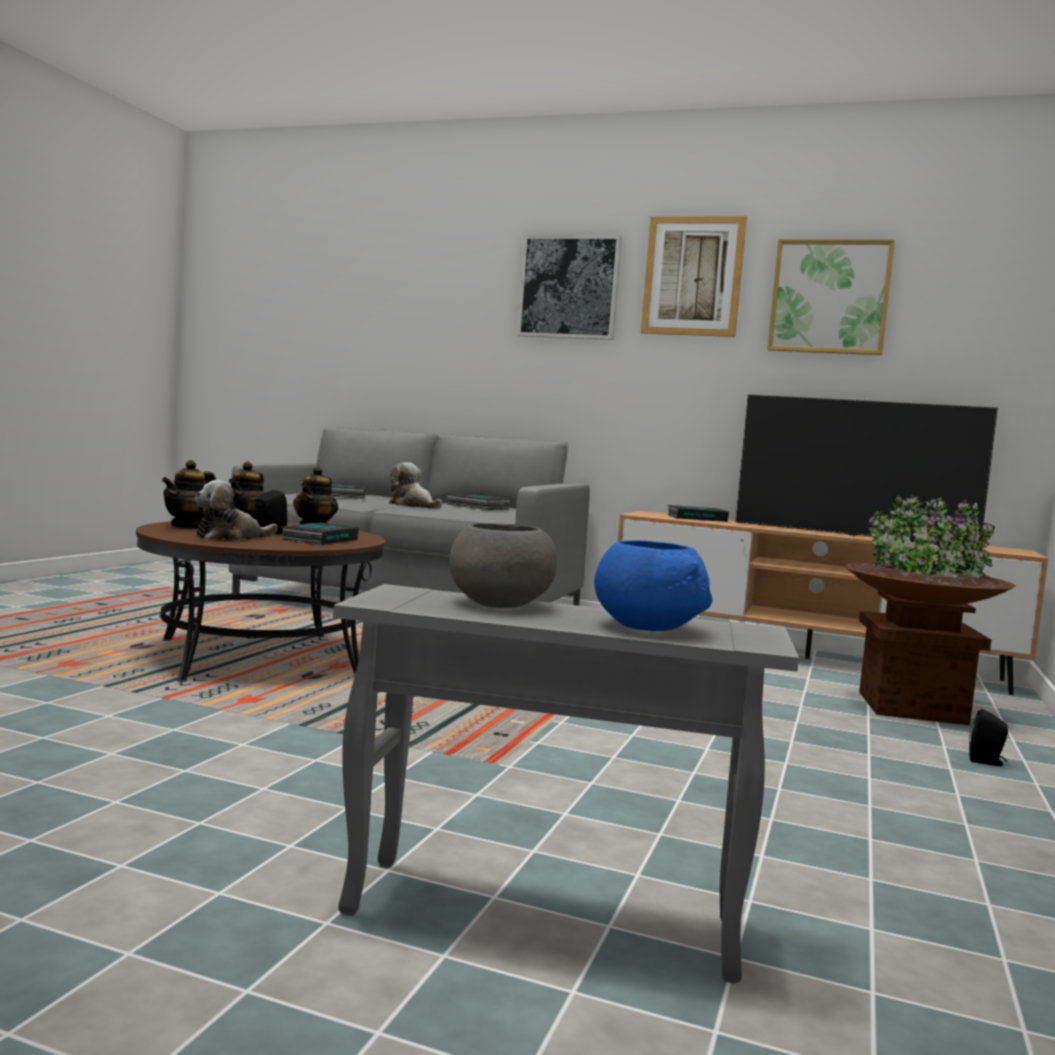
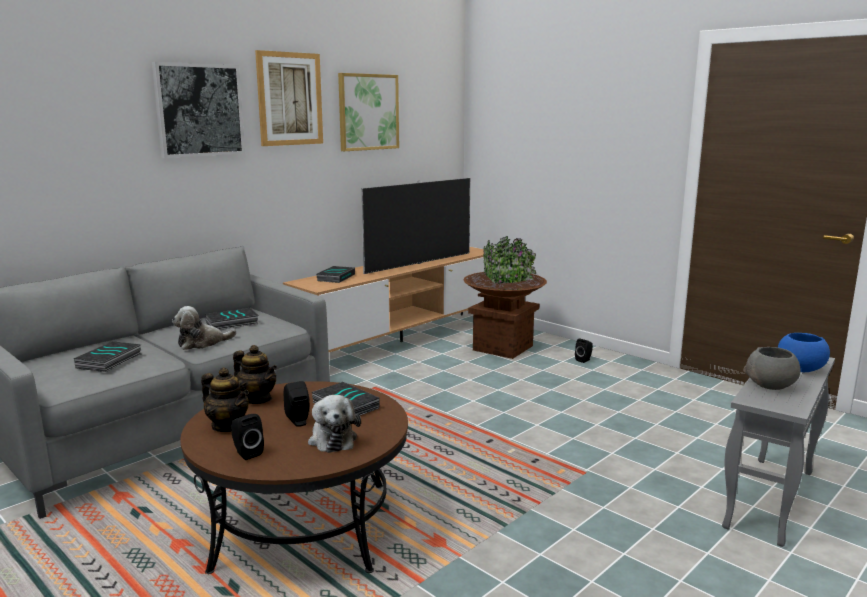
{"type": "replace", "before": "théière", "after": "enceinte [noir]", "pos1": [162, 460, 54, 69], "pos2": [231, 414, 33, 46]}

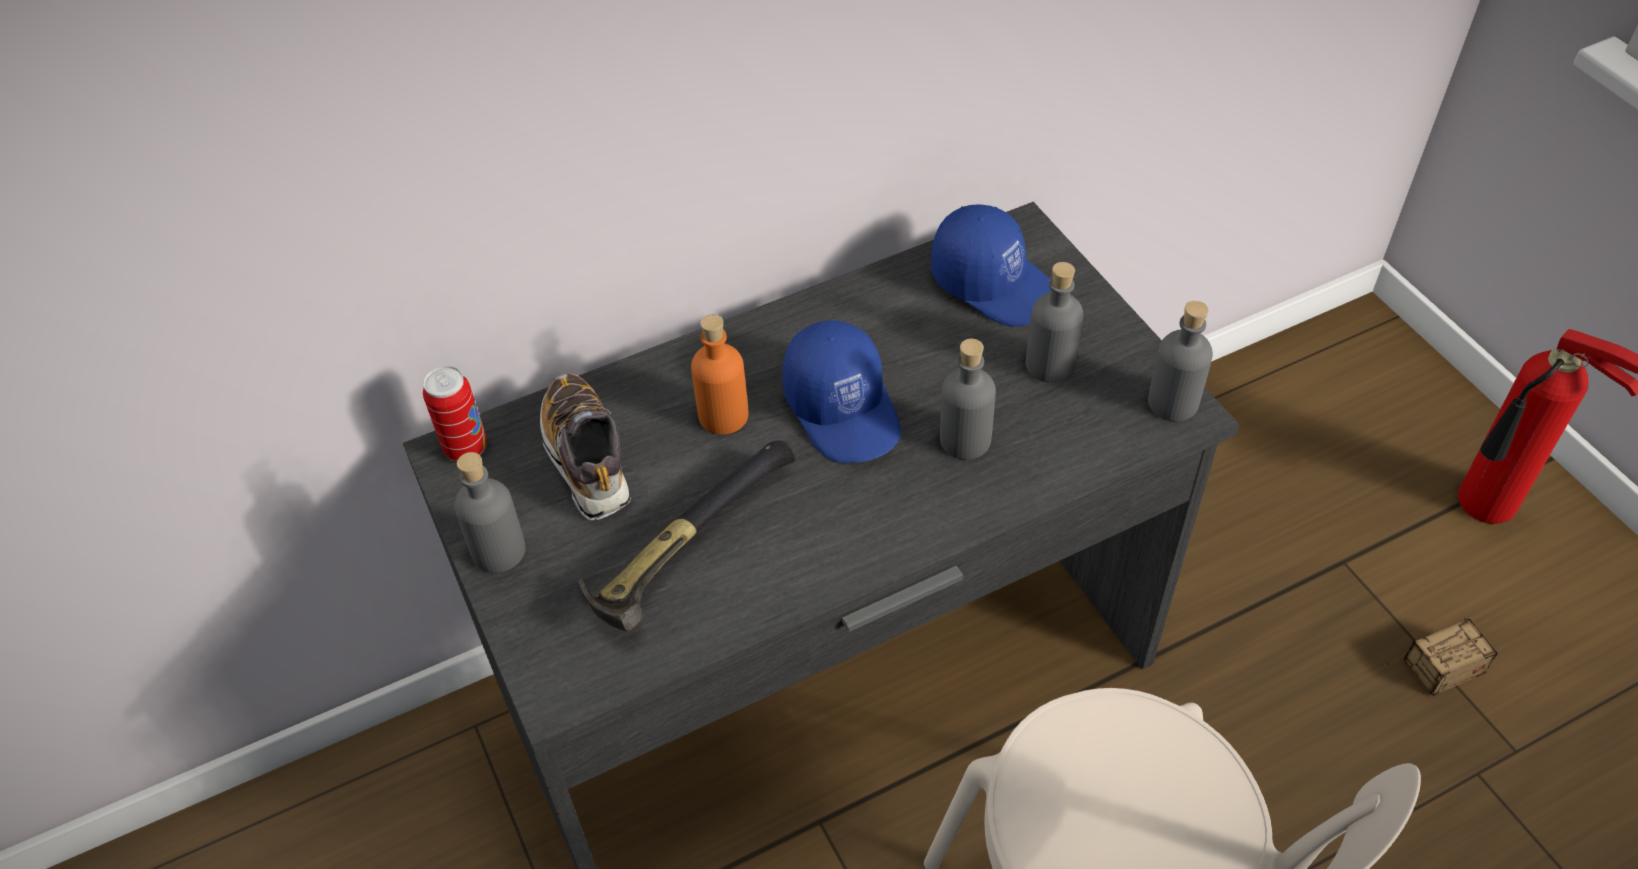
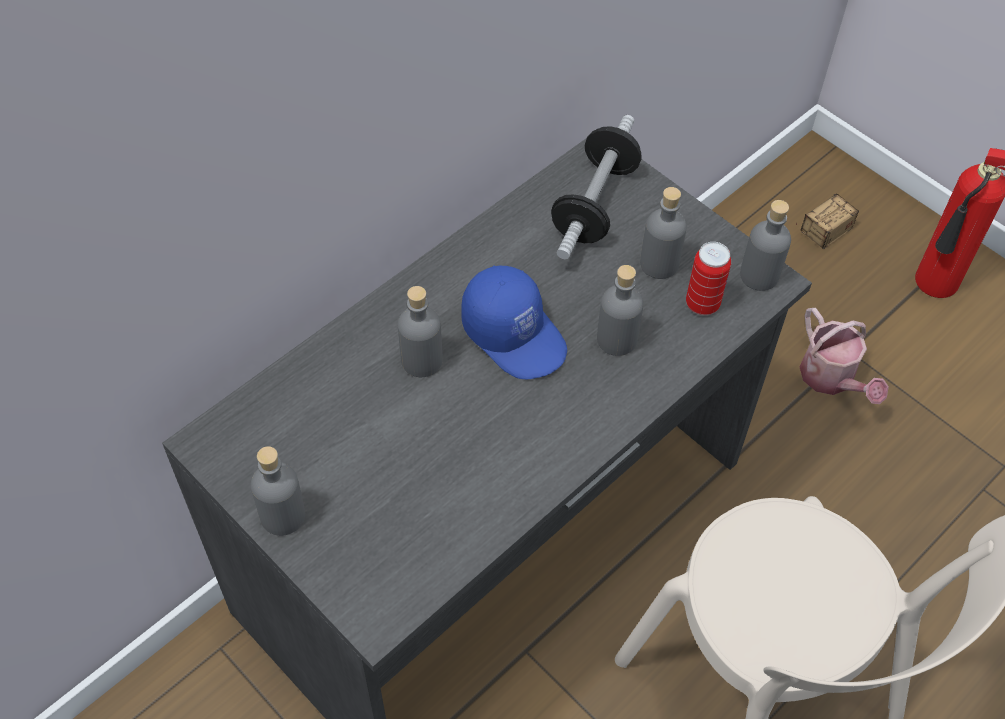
{"type": "recolor", "before": "bouteille [orange]", "after": "bouteille [gris]", "pos1": [691, 314, 58, 121], "pos2": [398, 286, 44, 91]}
{"type": "replace", "before": "casquette [bleu]", "after": "haltère", "pos1": [931, 204, 120, 123], "pos2": [551, 115, 91, 144]}
{"type": "move", "before": "boîte métallique", "pos1": [423, 366, 64, 95], "pos2": [686, 242, 45, 73]}
{"type": "move", "before": "boîte de rangement", "pos1": [1382, 618, 116, 78], "pos2": [796, 193, 63, 56]}
{"type": "insert", "after": "arrosoir", "pos2": [799, 308, 90, 96]}
{"type": "delete", "before": "chaussure", "pos1": [540, 374, 91, 146]}
{"type": "delete", "before": "marteau", "pos1": [576, 441, 220, 191]}

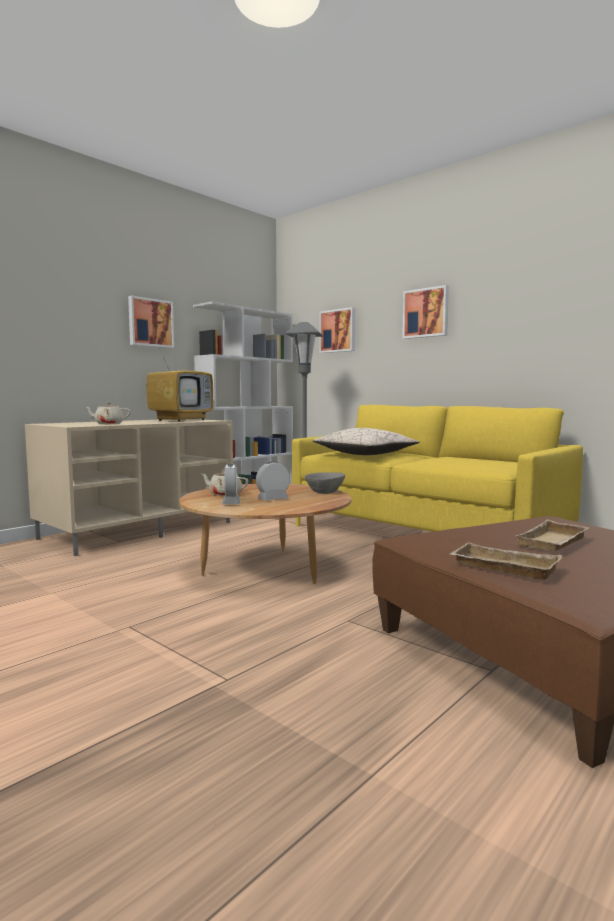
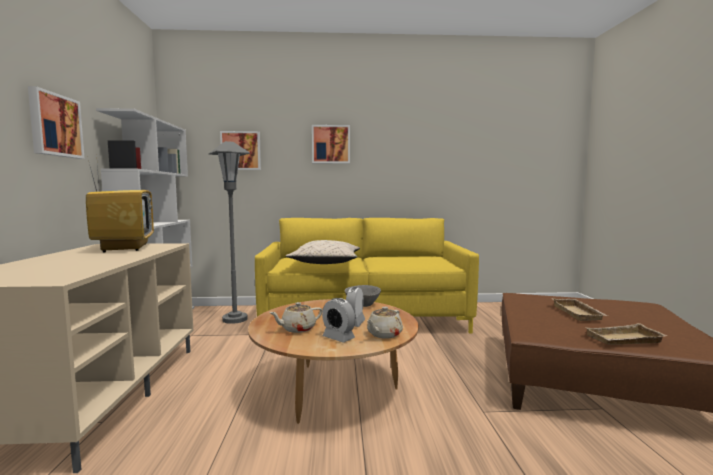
{"type": "move", "before": "théière [beige]", "pos1": [85, 402, 46, 22], "pos2": [367, 307, 36, 32]}

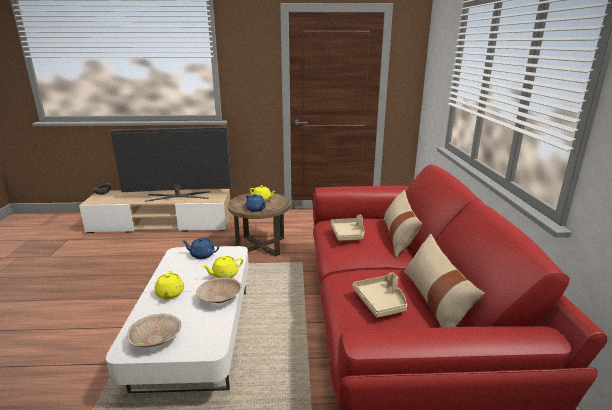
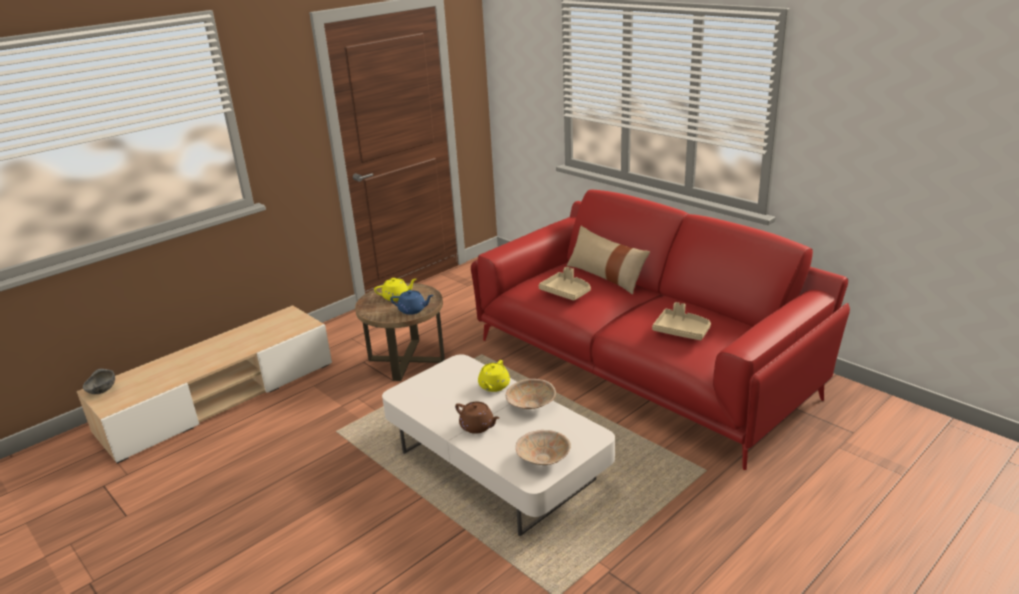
{"type": "recolor", "before": "théière [jaune]", "after": "théière [marron]", "pos1": [154, 271, 30, 28], "pos2": [455, 402, 44, 32]}
{"type": "delete", "before": "téléviseur", "pos1": [110, 127, 122, 75]}
{"type": "delete", "before": "théière [bleu]", "pos1": [182, 238, 37, 21]}
{"type": "delete", "before": "coussin [beige]", "pos1": [404, 234, 80, 93]}

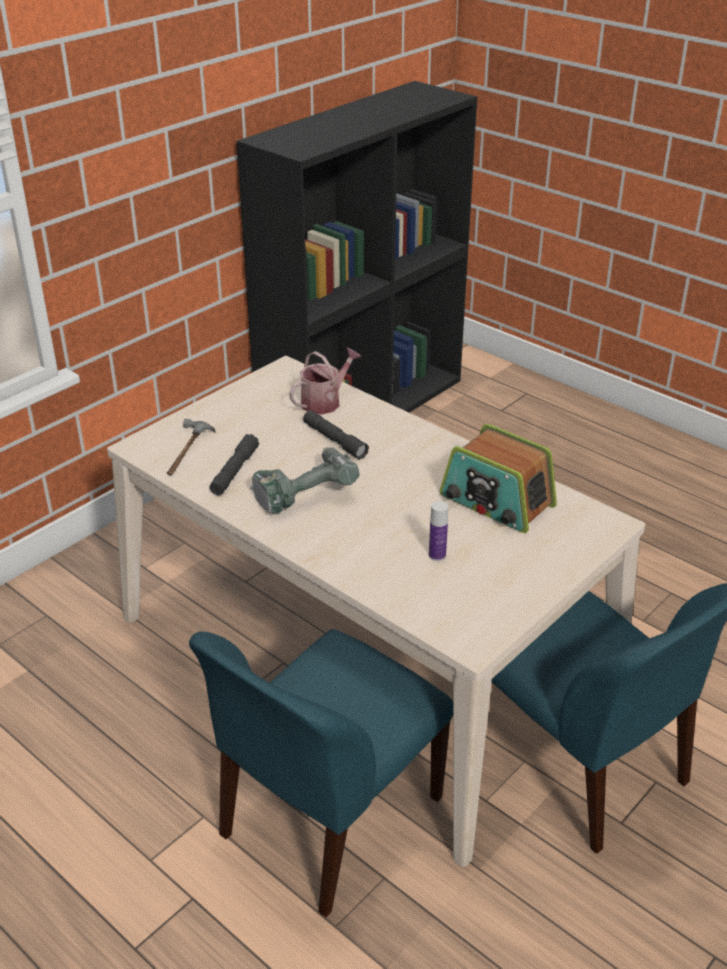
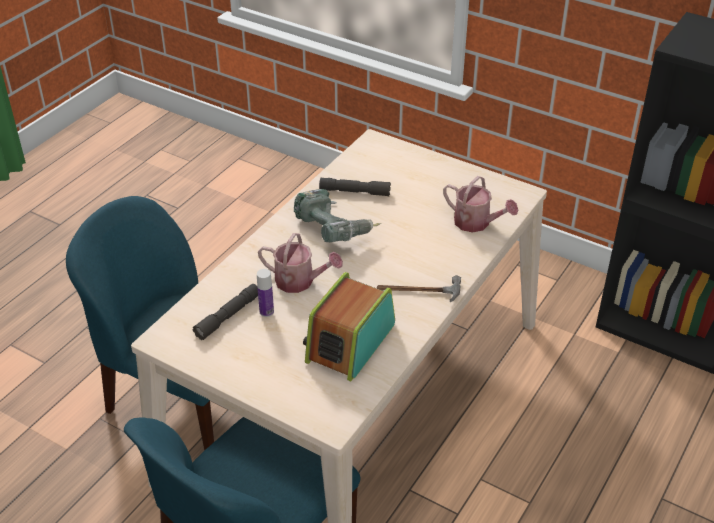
{"type": "move", "before": "lampe de poche [gris]", "pos1": [303, 410, 66, 49], "pos2": [193, 284, 65, 56]}
{"type": "insert", "after": "arrosoir", "pos2": [258, 233, 85, 60]}
{"type": "move", "before": "marteau", "pos1": [167, 419, 49, 56], "pos2": [377, 275, 84, 27]}

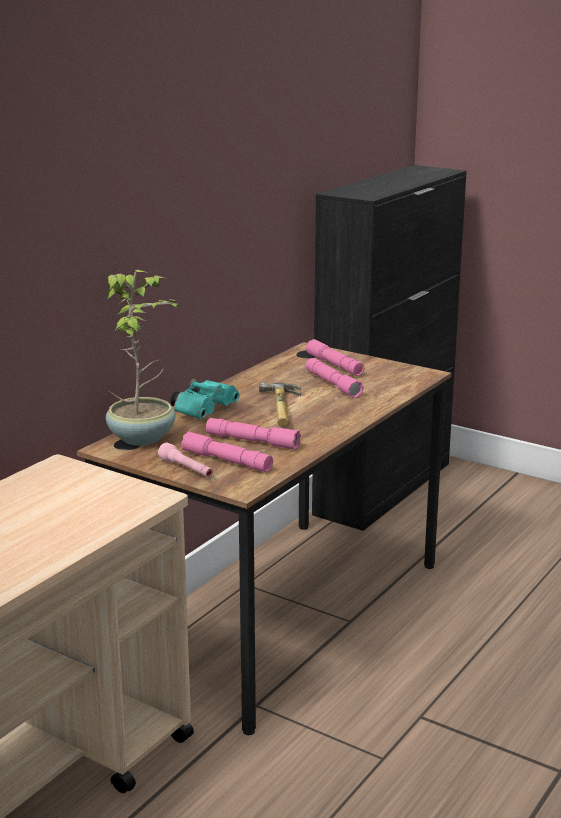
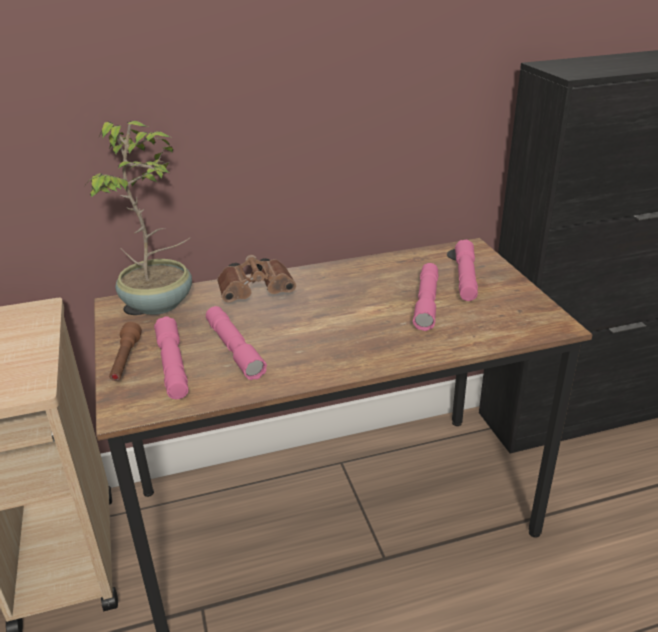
{"type": "recolor", "before": "lampe de poche [rose]", "after": "lampe de poche [marron]", "pos1": [158, 443, 55, 34], "pos2": [109, 322, 33, 59]}
{"type": "recolor", "before": "jumelles [turquoise]", "after": "jumelles [marron]", "pos1": [170, 379, 70, 40], "pos2": [217, 255, 79, 48]}
{"type": "delete", "before": "marteau", "pos1": [259, 382, 42, 44]}

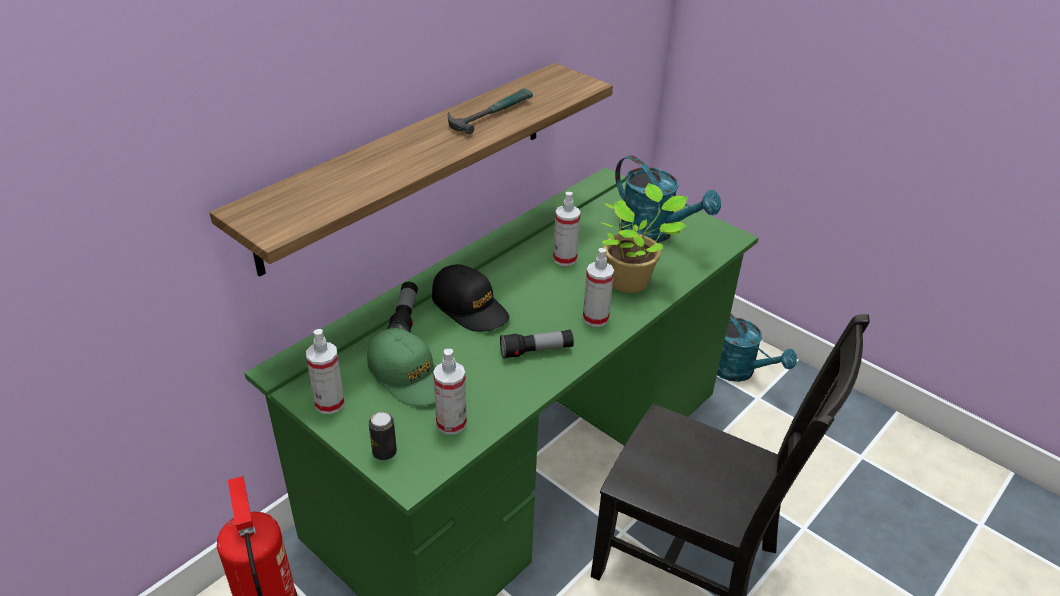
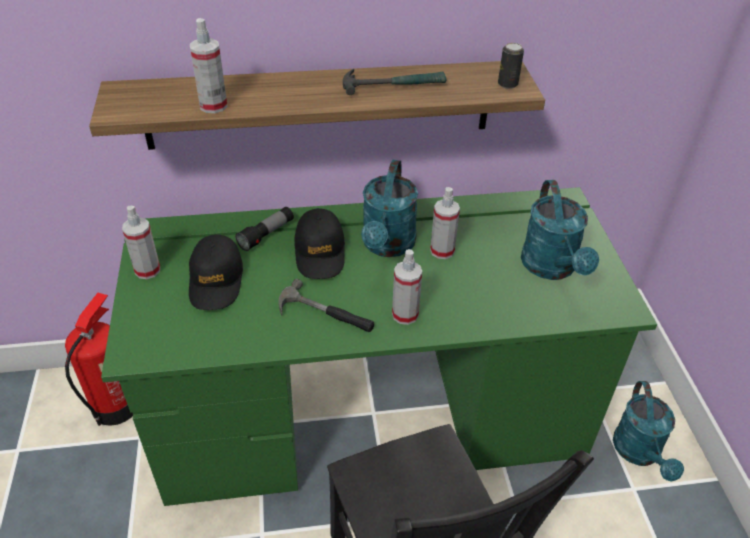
{"type": "recolor", "before": "casquette [vert]", "after": "casquette [noir]", "pos1": [367, 328, 69, 78], "pos2": [189, 234, 54, 76]}
{"type": "move", "before": "vaporisateur", "pos1": [433, 349, 34, 85], "pos2": [190, 18, 38, 95]}
{"type": "replace", "before": "lampe de poche", "after": "marteau", "pos1": [500, 329, 74, 30], "pos2": [278, 279, 96, 53]}
{"type": "insert", "after": "arrosoir [turquoise]", "pos2": [361, 160, 57, 97]}
{"type": "move", "before": "boîte métallique", "pos1": [368, 412, 29, 48], "pos2": [498, 43, 26, 46]}
{"type": "delete", "before": "plante en pot", "pos1": [600, 183, 88, 110]}

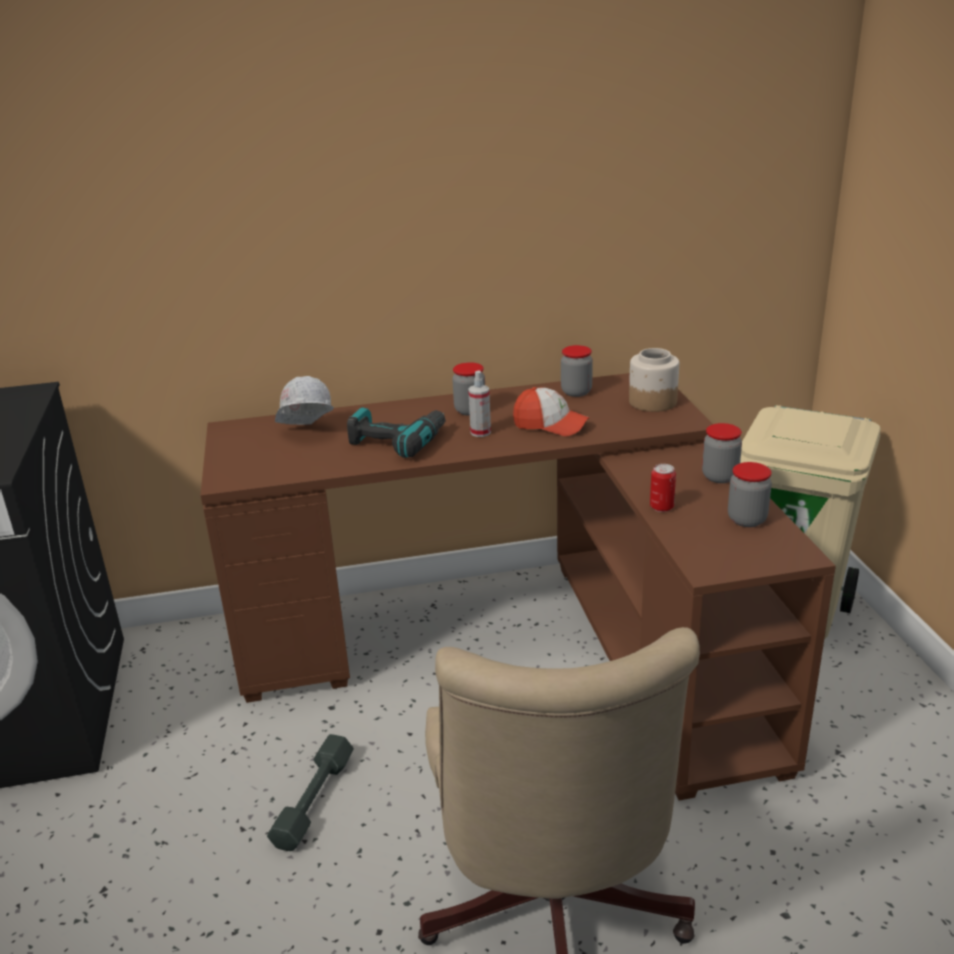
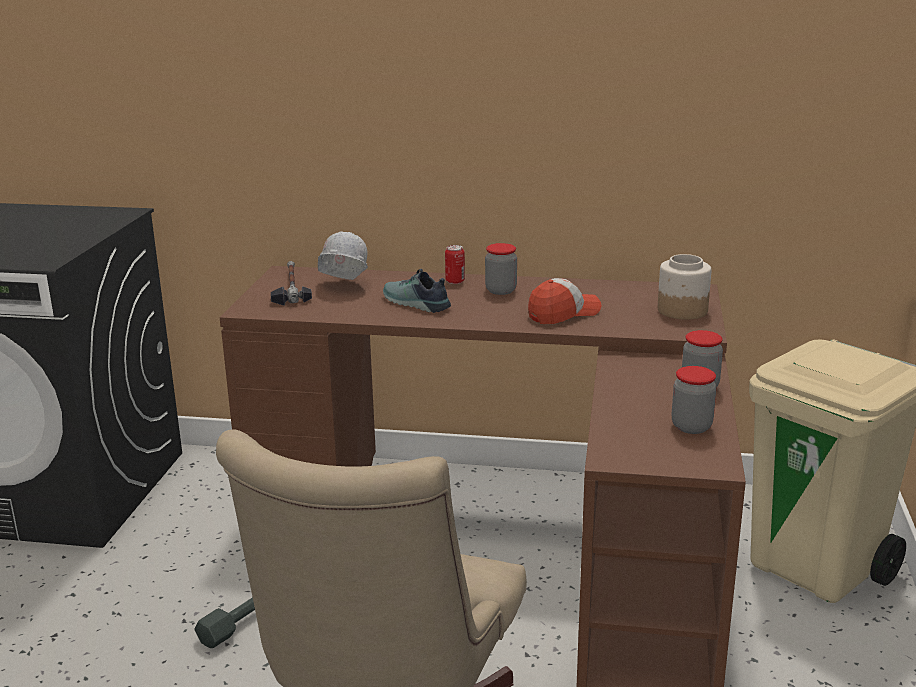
{"type": "insert", "after": "marteau", "pos2": [271, 261, 41, 45]}
{"type": "replace", "before": "perceuse", "after": "chaussure", "pos1": [347, 407, 99, 51], "pos2": [383, 269, 68, 44]}
{"type": "move", "before": "boîte métallique", "pos1": [650, 464, 26, 48], "pos2": [445, 245, 20, 39]}
{"type": "rotate", "before": "casquette", "pos1": [513, 387, 77, 49], "pos2": [528, 278, 73, 46], "turn": -75}
{"type": "delete", "before": "vaporisateur", "pos1": [468, 371, 23, 66]}
{"type": "delete", "before": "bocal", "pos1": [561, 345, 32, 52]}

